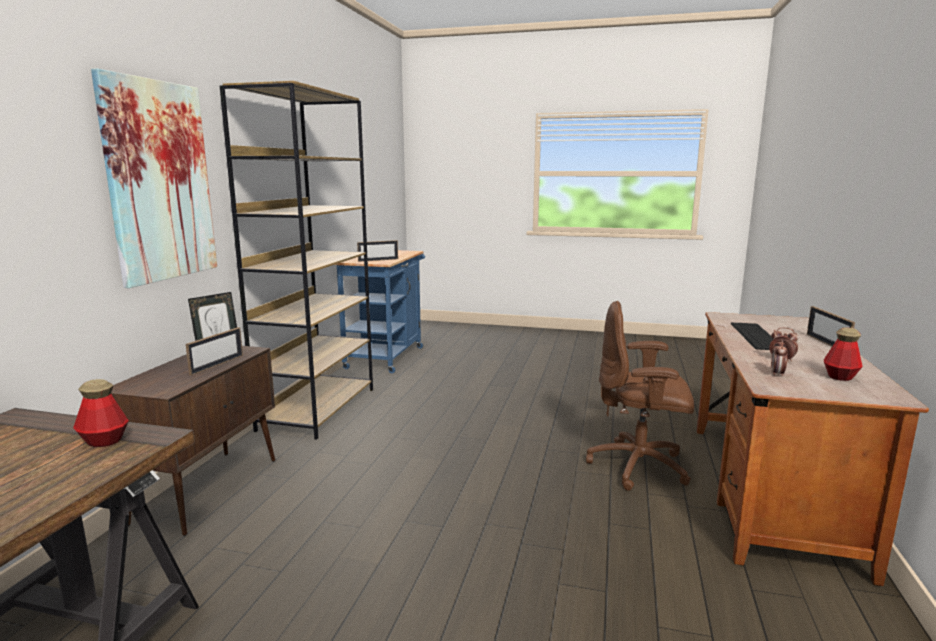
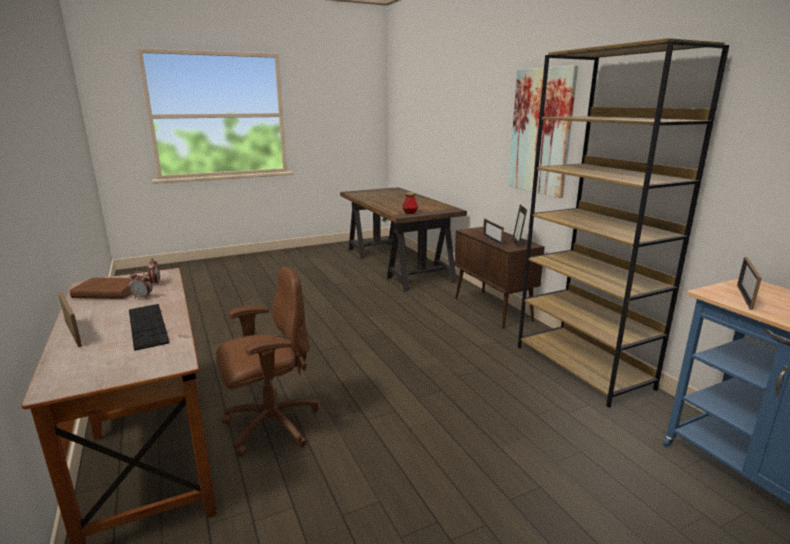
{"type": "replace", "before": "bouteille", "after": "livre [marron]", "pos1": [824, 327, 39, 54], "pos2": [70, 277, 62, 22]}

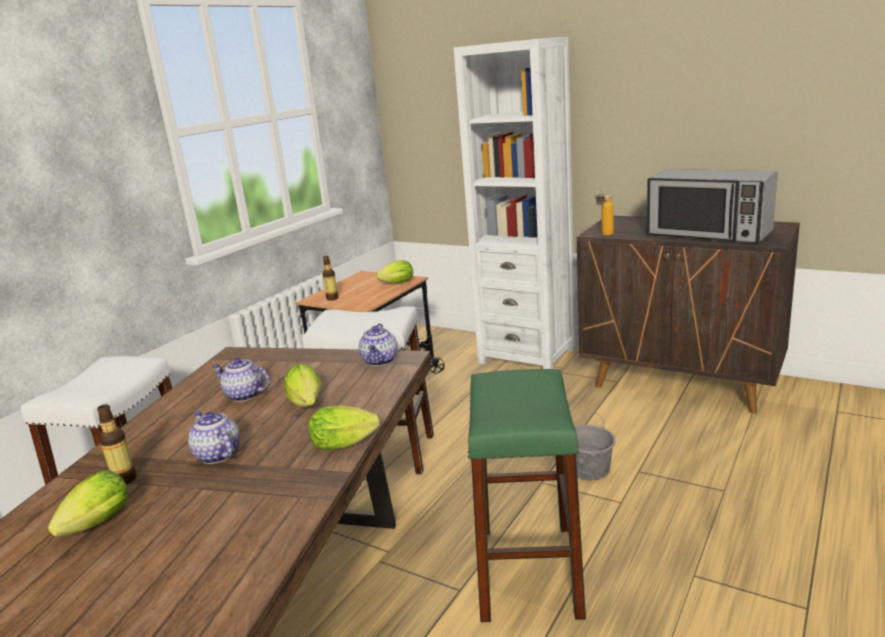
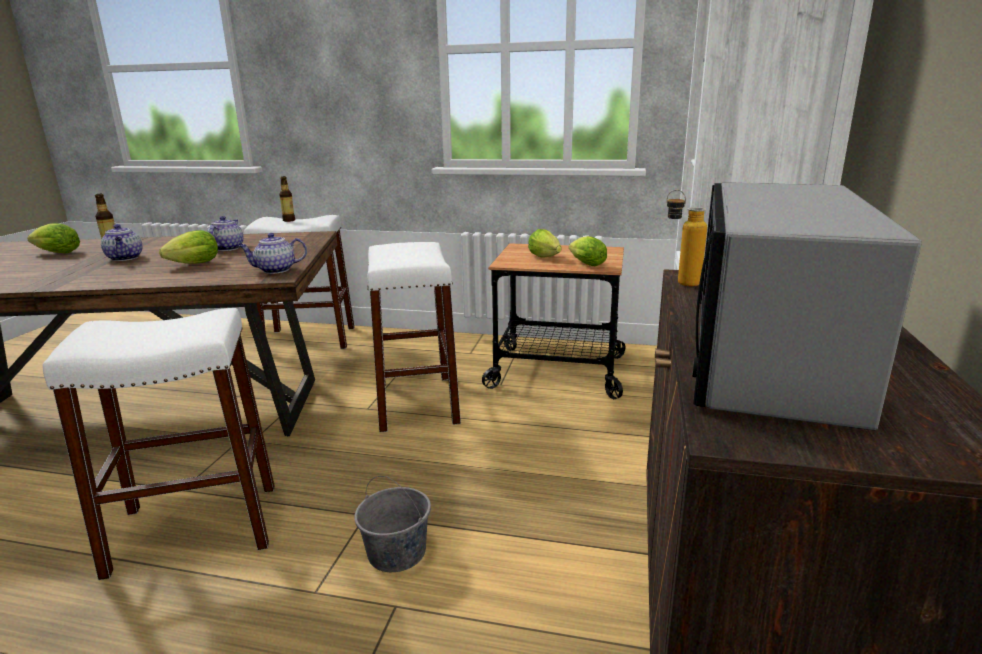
{"type": "recolor", "before": "tabouret [vert]", "after": "tabouret [blanc]", "pos1": [468, 369, 118, 253], "pos2": [43, 308, 231, 272]}
{"type": "rotate", "before": "théière", "pos1": [188, 411, 52, 53], "pos2": [101, 224, 42, 37], "turn": 120}
{"type": "move", "before": "bouteille", "pos1": [323, 256, 15, 45], "pos2": [279, 176, 16, 46]}
{"type": "move", "before": "laitue", "pos1": [308, 405, 72, 46], "pos2": [528, 229, 34, 29]}

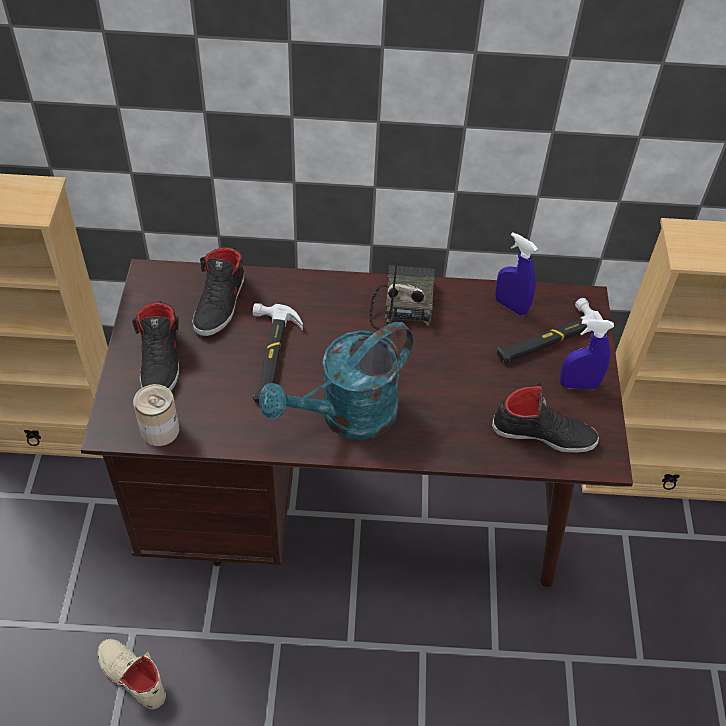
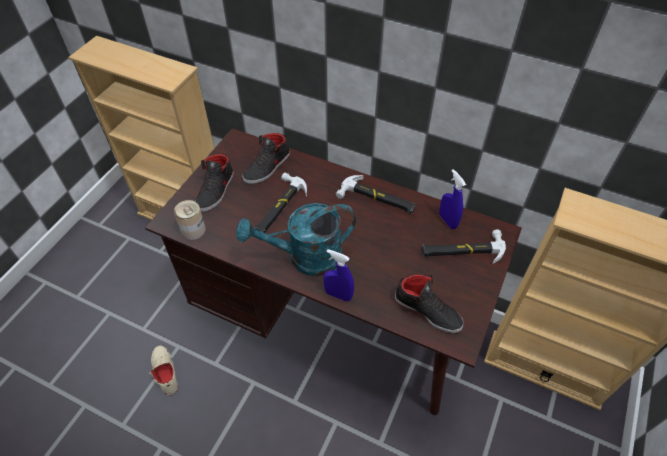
{"type": "move", "before": "vaporisateur [bleu]", "pos1": [560, 319, 54, 70], "pos2": [323, 249, 31, 53]}
{"type": "replace", "before": "radio", "after": "marteau", "pos1": [370, 260, 65, 70], "pos2": [336, 175, 79, 39]}

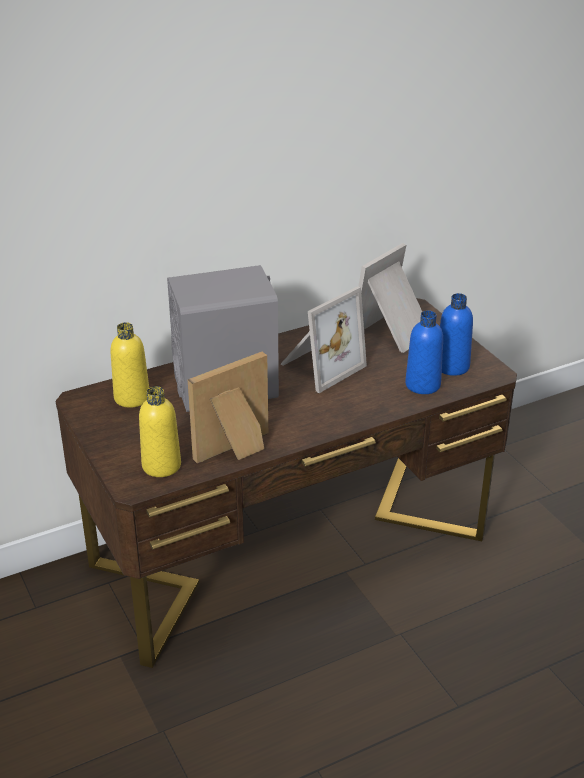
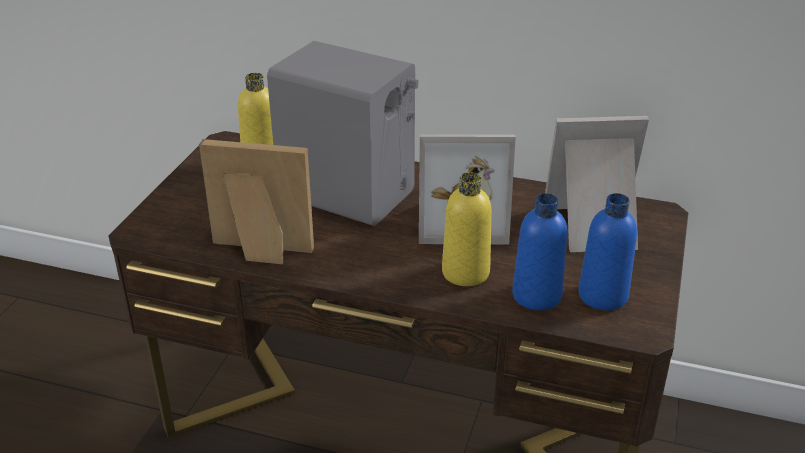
{"type": "move", "before": "bouteille [jaune]", "pos1": [139, 386, 42, 91], "pos2": [442, 172, 50, 114]}

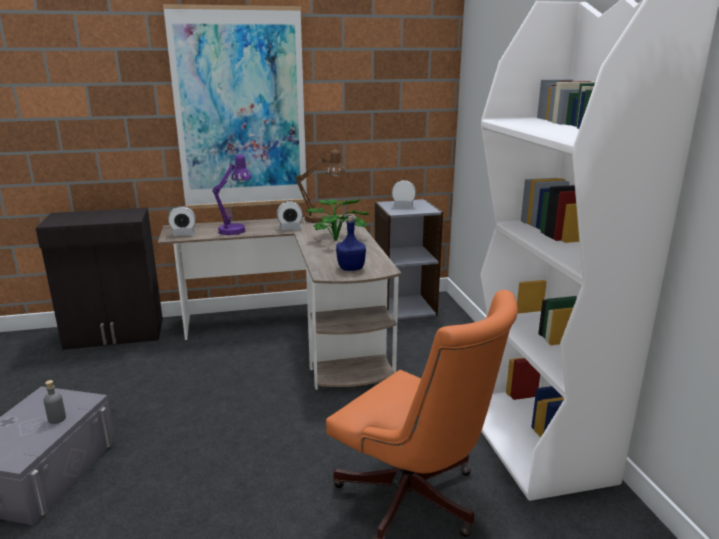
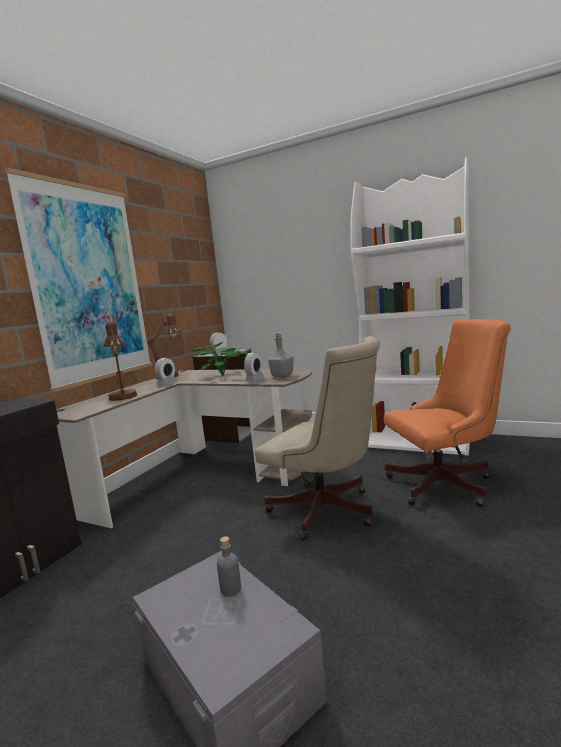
{"type": "recolor", "before": "lampe de table [violet]", "after": "lampe de table [marron]", "pos1": [212, 154, 40, 81], "pos2": [103, 321, 34, 80]}
{"type": "move", "before": "réveil", "pos1": [168, 206, 28, 30], "pos2": [244, 352, 21, 29]}
{"type": "insert", "after": "chaise de bureau [beige]", "pos2": [255, 336, 125, 205]}
{"type": "recolor", "before": "bouteille [bleu]", "after": "bouteille [gris]", "pos1": [336, 216, 30, 55], "pos2": [268, 334, 25, 43]}

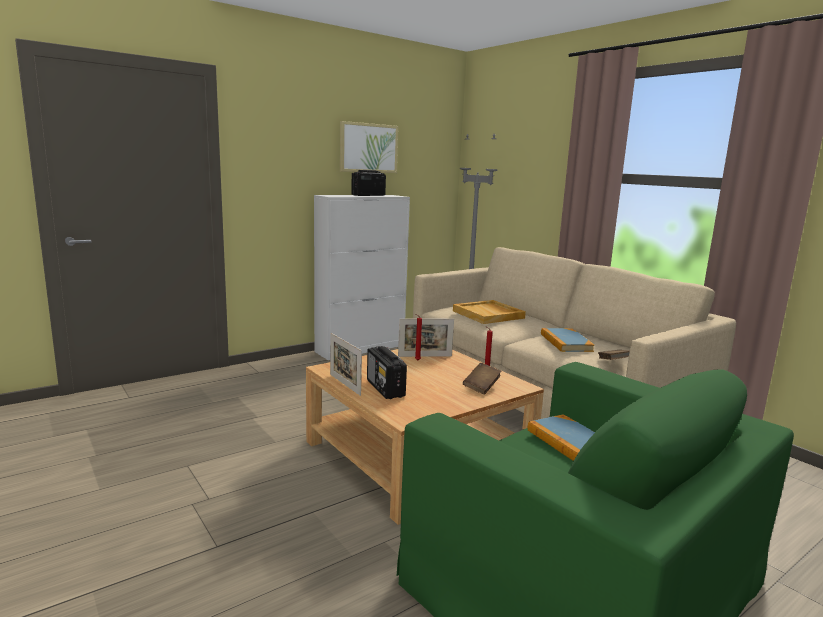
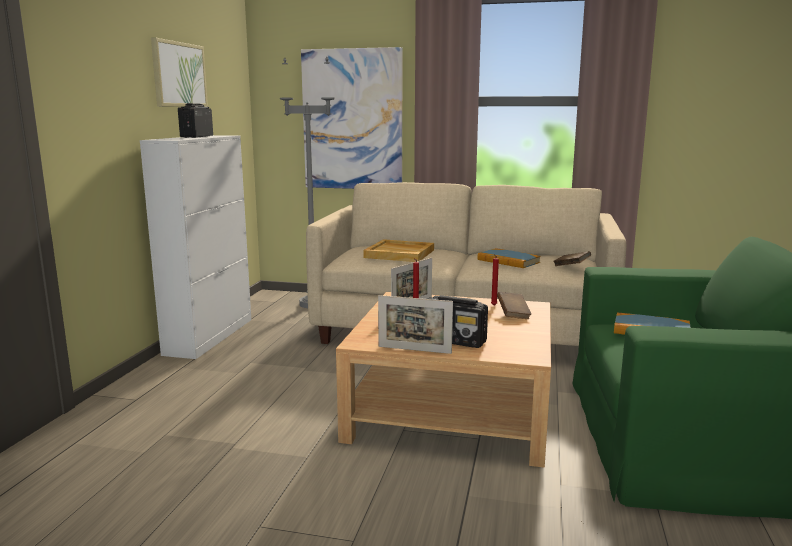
{"type": "insert", "after": "tableau", "pos2": [301, 47, 102, 142]}

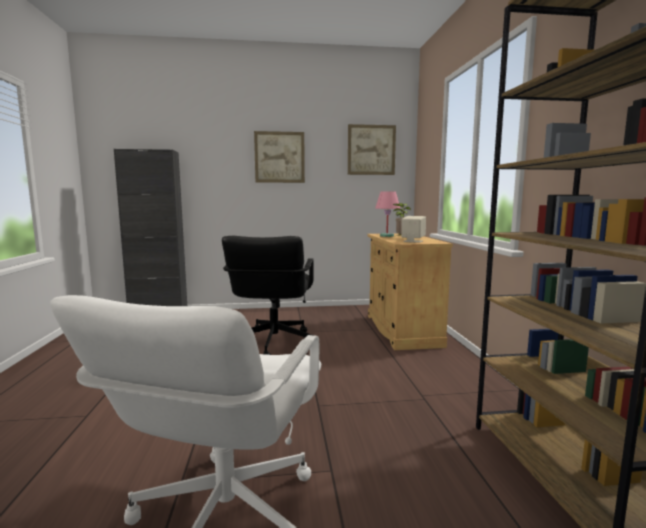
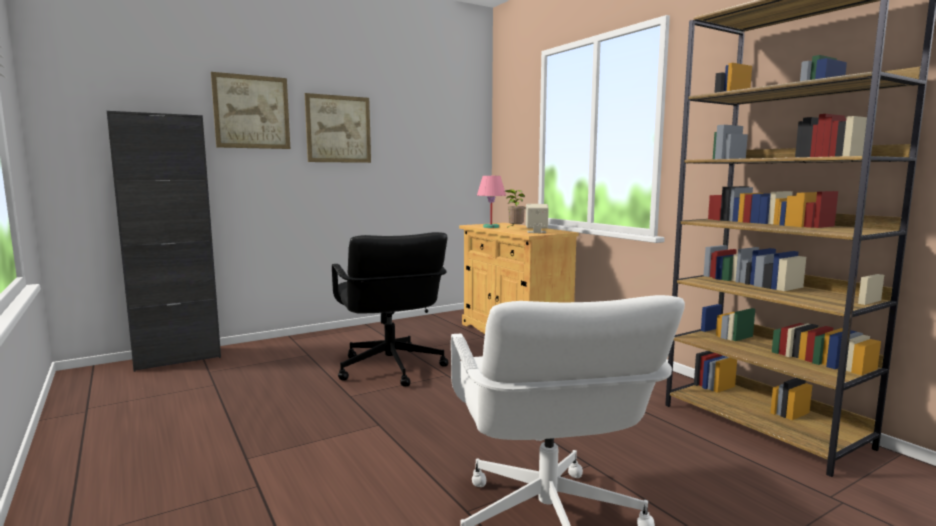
{"type": "move", "before": "tableau", "pos1": [348, 124, 48, 51], "pos2": [211, 72, 79, 77]}

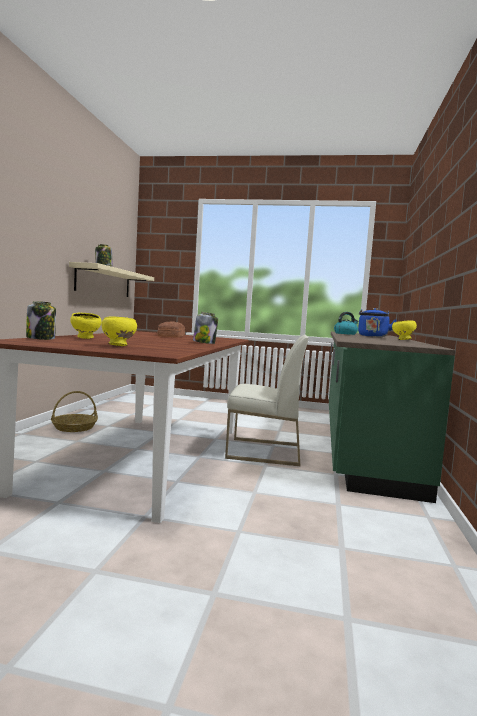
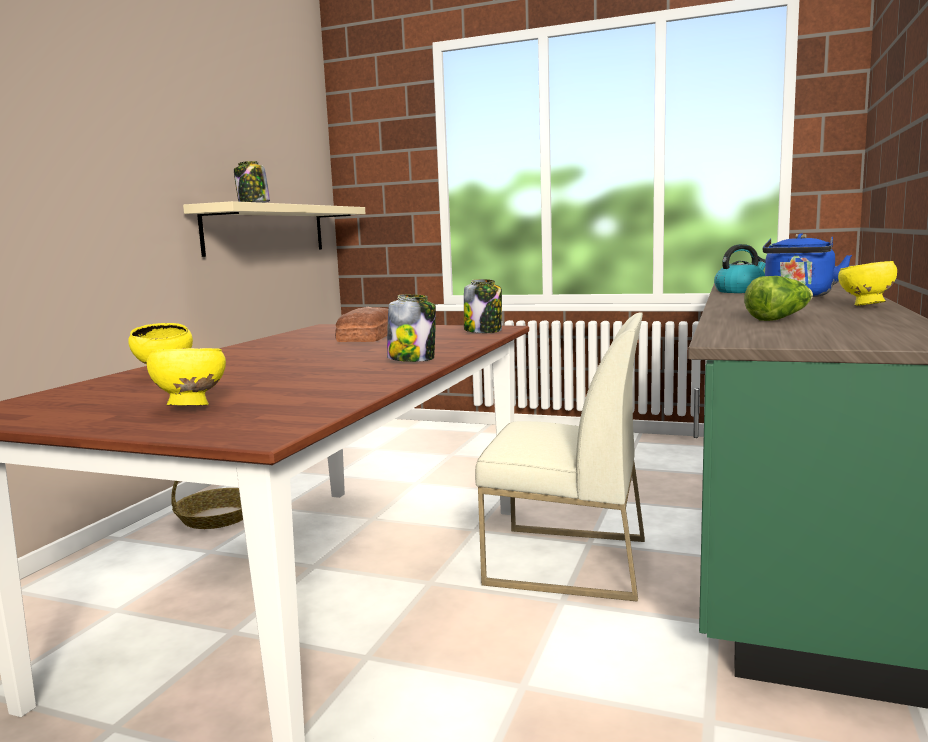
{"type": "move", "before": "bocal", "pos1": [26, 301, 30, 39], "pos2": [464, 279, 38, 54]}
{"type": "insert", "after": "laitue", "pos2": [744, 276, 69, 45]}

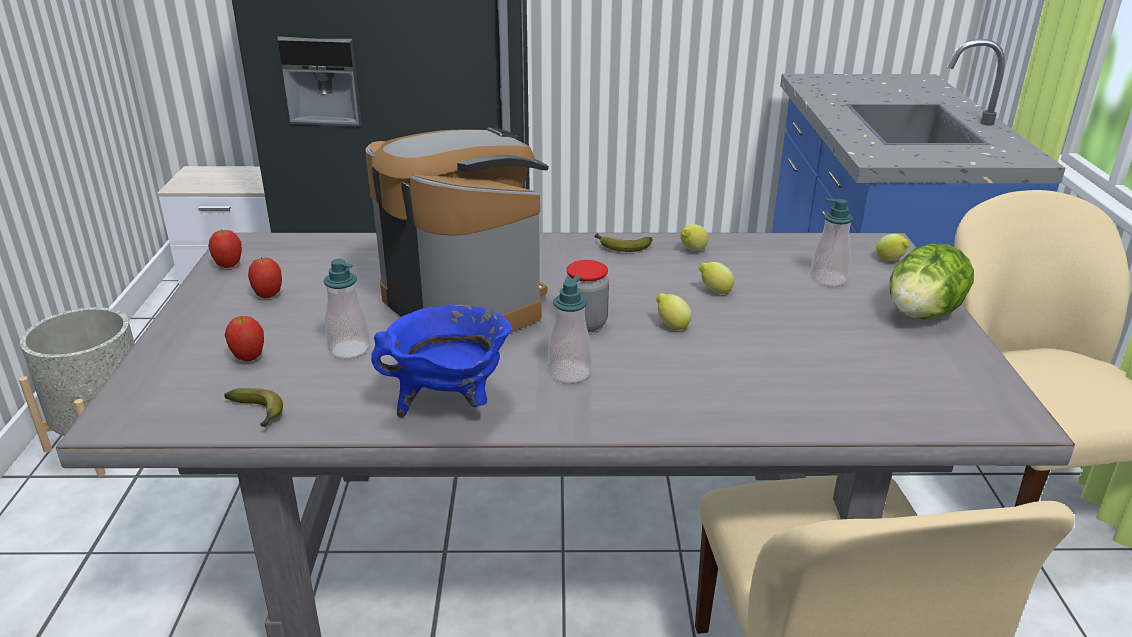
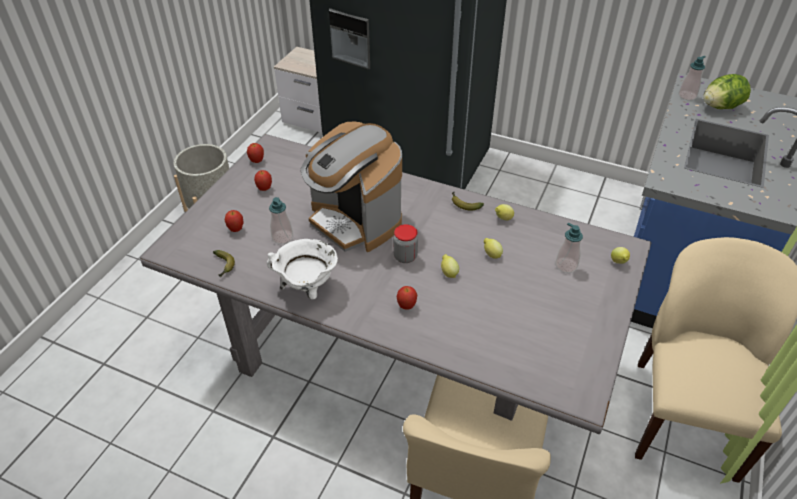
{"type": "recolor", "before": "marmite [bleu]", "after": "marmite [blanc]", "pos1": [371, 304, 141, 113], "pos2": [267, 239, 71, 60]}
{"type": "rotate", "before": "machine à café", "pos1": [365, 127, 184, 206], "pos2": [301, 122, 101, 130], "turn": 150}
{"type": "insert", "after": "pomme", "pos2": [397, 286, 20, 24]}
{"type": "move", "before": "distributeur de savon", "pos1": [548, 276, 43, 107], "pos2": [679, 56, 27, 44]}
{"type": "move", "before": "laitue", "pos1": [890, 244, 84, 76], "pos2": [703, 74, 48, 35]}

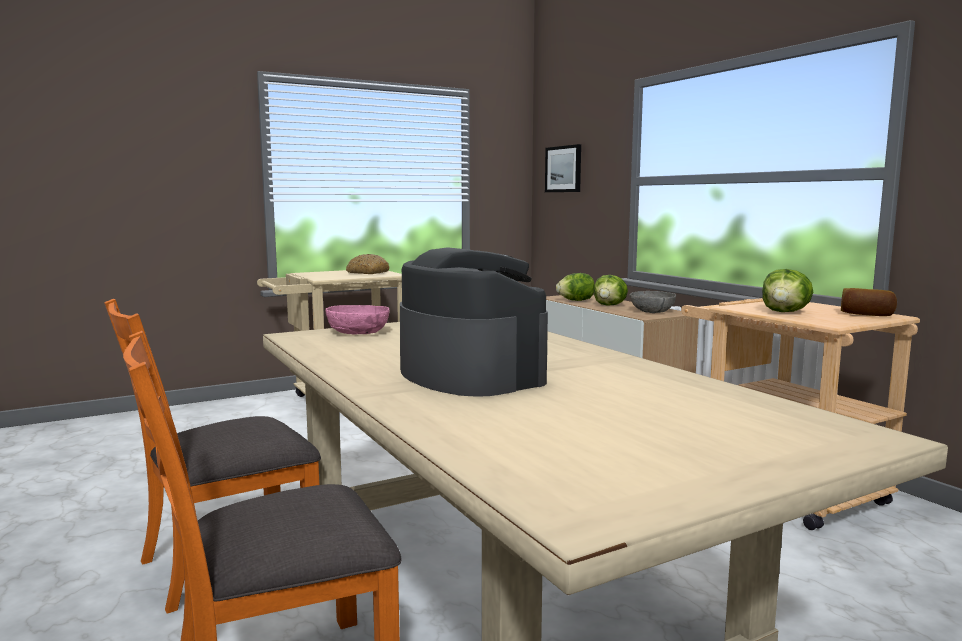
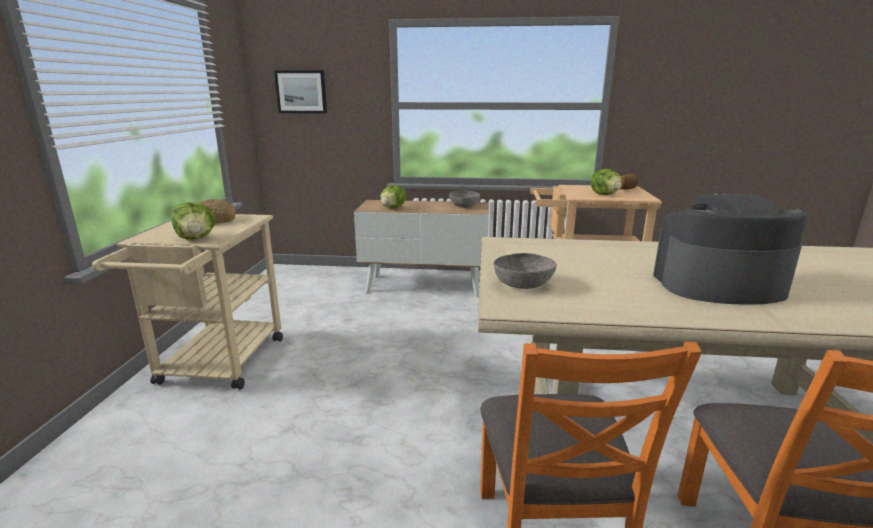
{"type": "move", "before": "laitue", "pos1": [594, 275, 34, 31], "pos2": [171, 202, 44, 37]}
{"type": "recolor", "before": "bol [rose]", "after": "bol [gris]", "pos1": [325, 305, 65, 29], "pos2": [494, 253, 63, 36]}

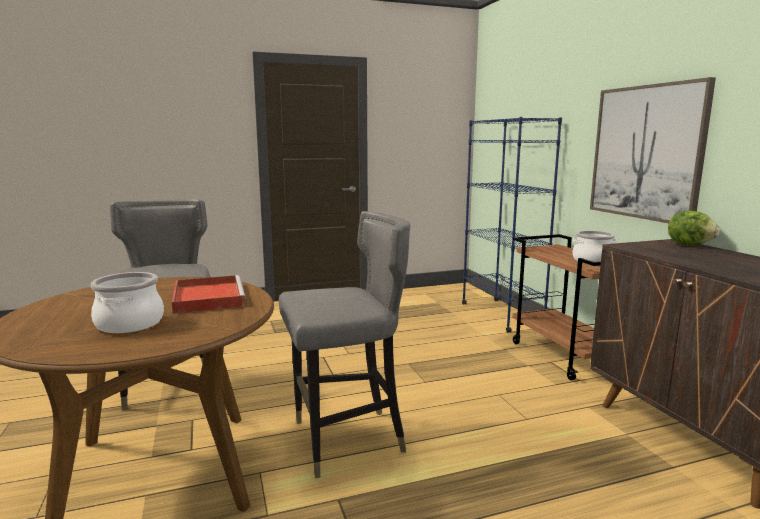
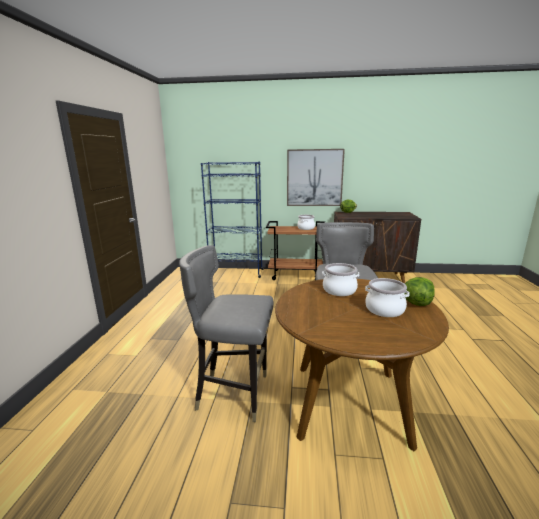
{"type": "replace", "before": "plateau [rouge]", "after": "marmite", "pos1": [172, 275, 74, 39], "pos2": [322, 263, 37, 33]}
{"type": "insert", "after": "laitue", "pos2": [405, 277, 30, 29]}

